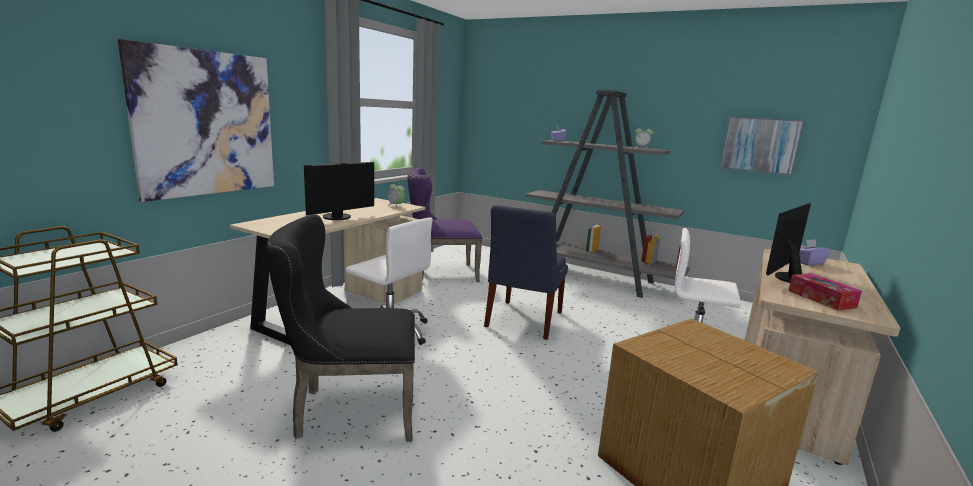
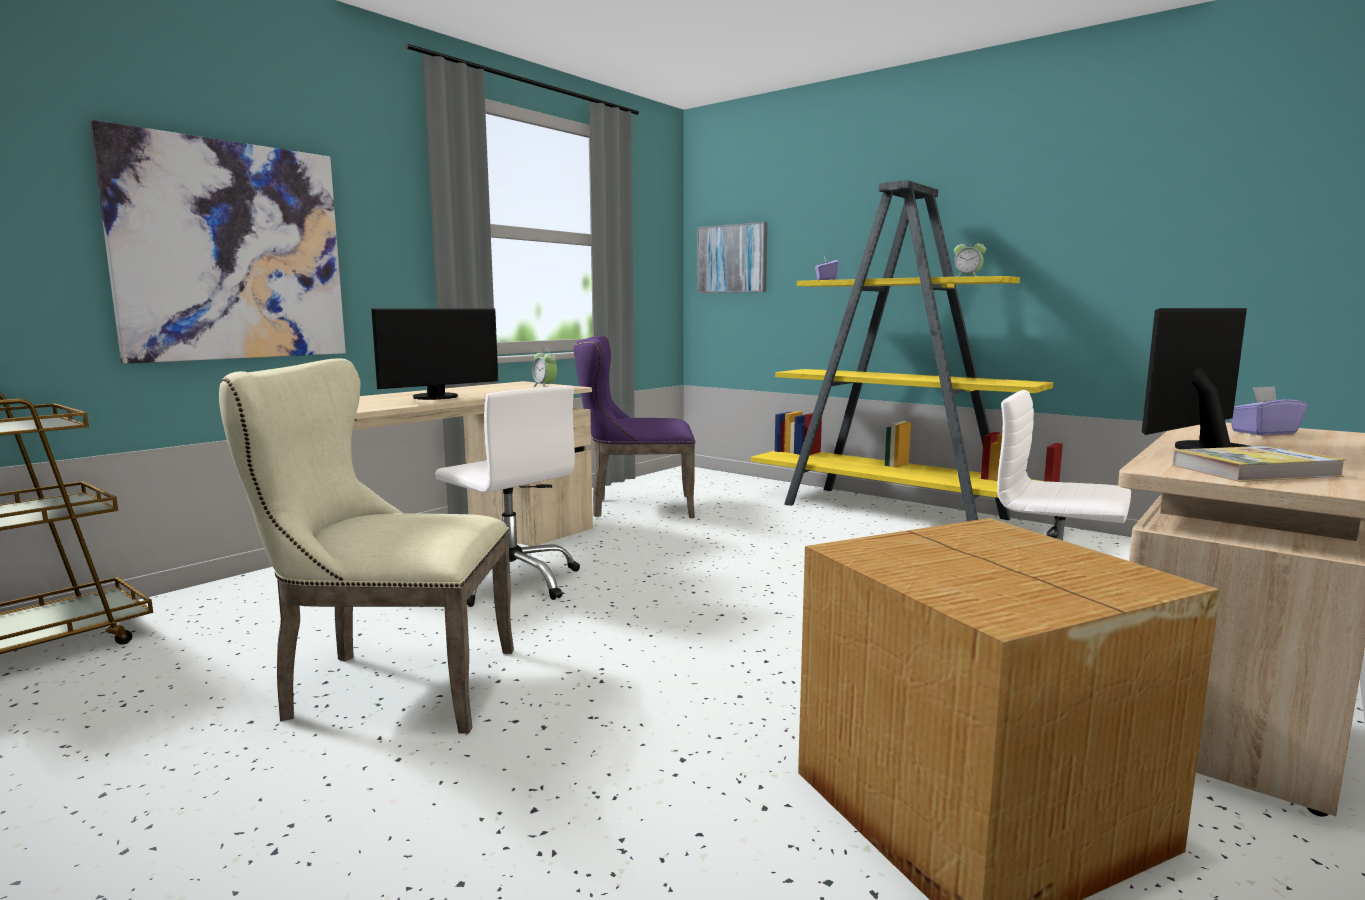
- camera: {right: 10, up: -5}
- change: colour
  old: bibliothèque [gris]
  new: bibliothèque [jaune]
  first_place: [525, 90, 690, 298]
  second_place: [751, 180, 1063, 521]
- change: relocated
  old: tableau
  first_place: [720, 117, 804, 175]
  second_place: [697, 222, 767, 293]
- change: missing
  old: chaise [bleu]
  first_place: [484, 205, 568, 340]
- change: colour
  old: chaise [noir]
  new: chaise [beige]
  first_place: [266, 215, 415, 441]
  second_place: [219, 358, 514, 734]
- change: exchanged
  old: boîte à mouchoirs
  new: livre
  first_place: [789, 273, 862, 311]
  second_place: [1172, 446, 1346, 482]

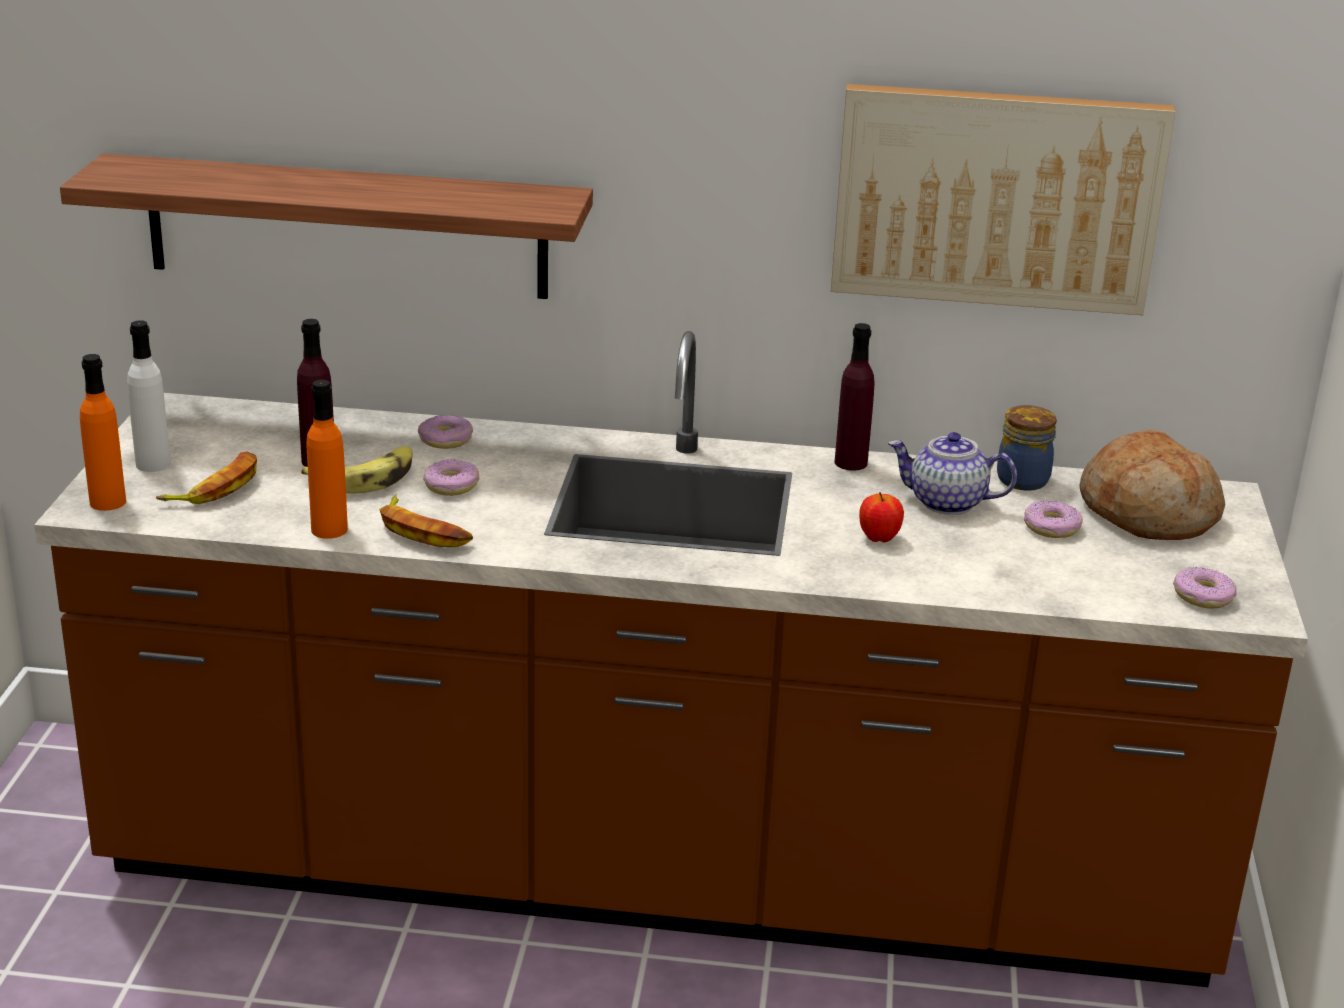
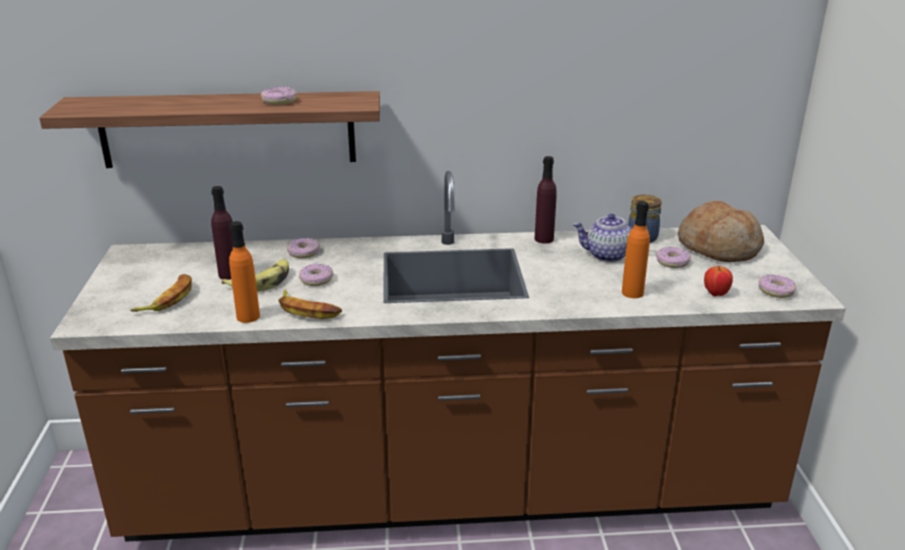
- camera: {right: -10, up: 0}
- change: missing
  old: tableau
  first_place: [831, 84, 1175, 315]
- change: missing
  old: bouteille [blanc]
  first_place: [127, 320, 171, 472]
- change: relocated
  old: bouteille [orange]
  first_place: [80, 354, 126, 511]
  second_place: [622, 201, 650, 298]
- change: relocated
  old: pomme
  first_place: [859, 492, 904, 543]
  second_place: [704, 265, 733, 296]
- change: appeared
  new: beignet
  second_place: [261, 87, 297, 105]

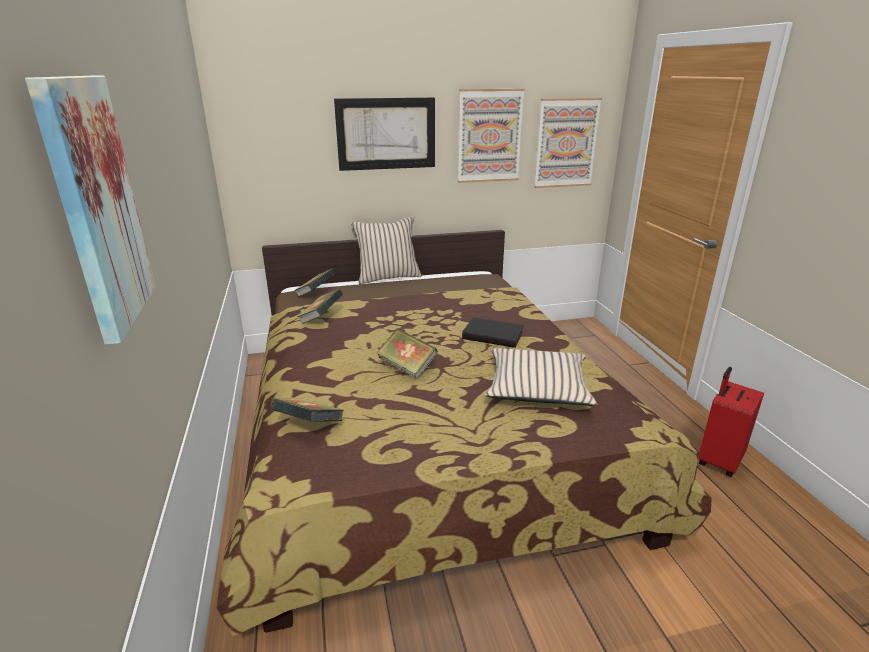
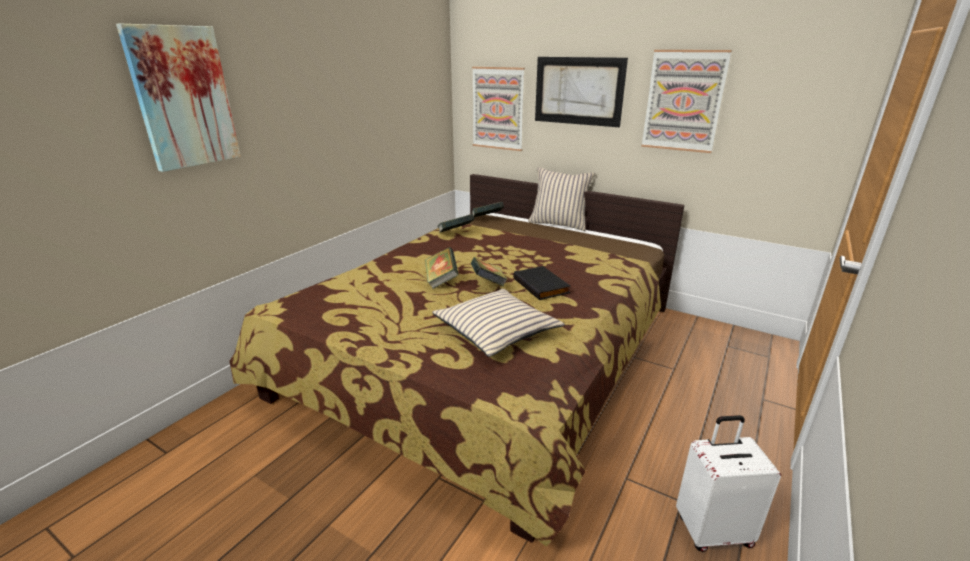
- camera: {right: 45, up: 0}
- change: relocated
  old: tableau
  first_place: [534, 98, 602, 188]
  second_place: [472, 67, 525, 151]
- change: colour
  old: valise [rouge]
  new: valise [blanc]
  first_place: [699, 367, 764, 477]
  second_place: [676, 415, 781, 552]
- change: relocated
  old: livre
  first_place: [271, 398, 344, 422]
  second_place: [470, 257, 508, 287]

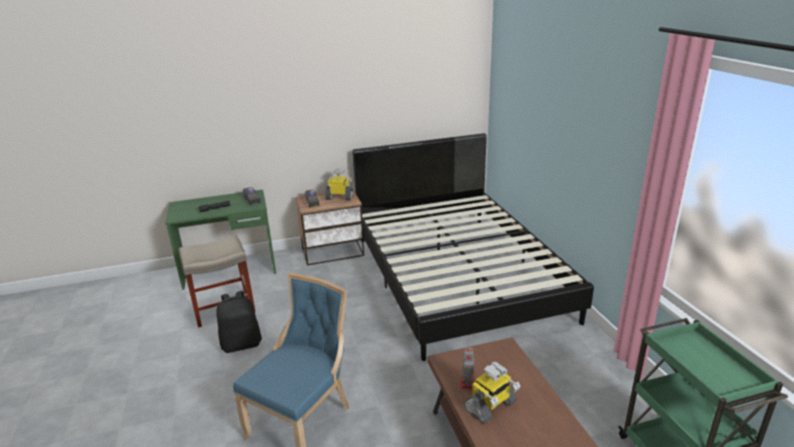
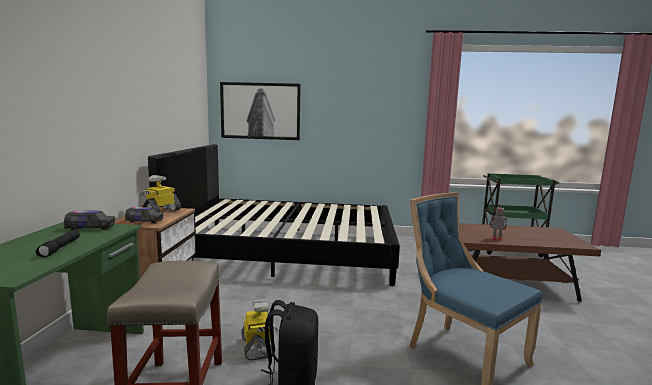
- camera: {right: -70, up: -15}
- change: relocated
  old: robot jouet
  first_place: [464, 362, 520, 424]
  second_place: [241, 300, 279, 360]
- change: appeared
  new: tableau
  second_place: [220, 82, 301, 140]

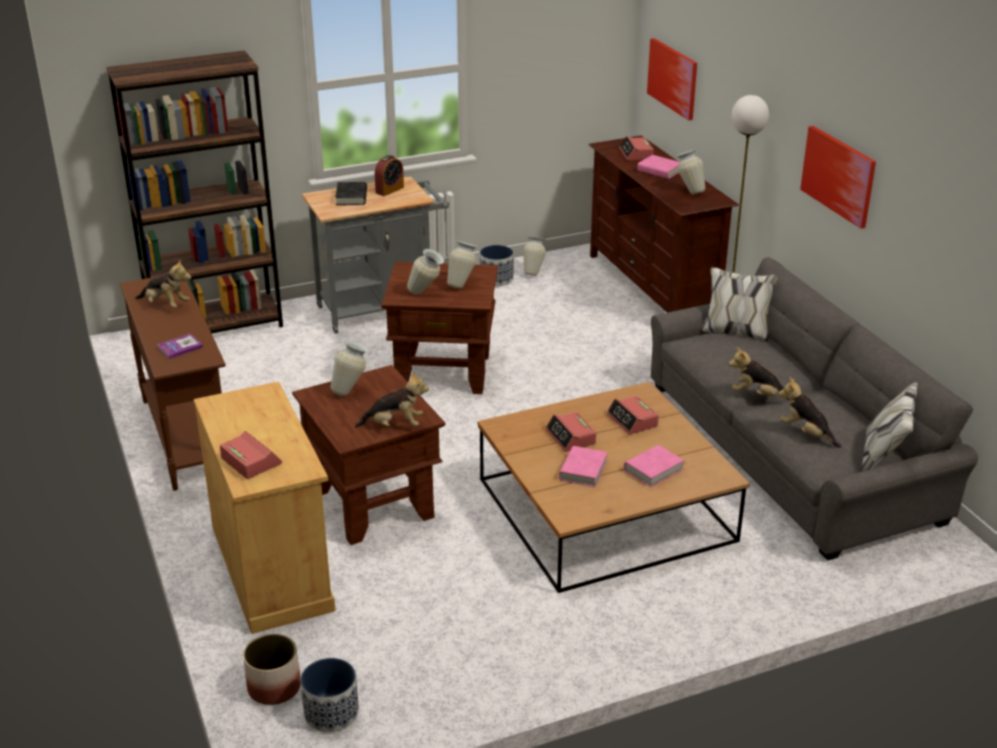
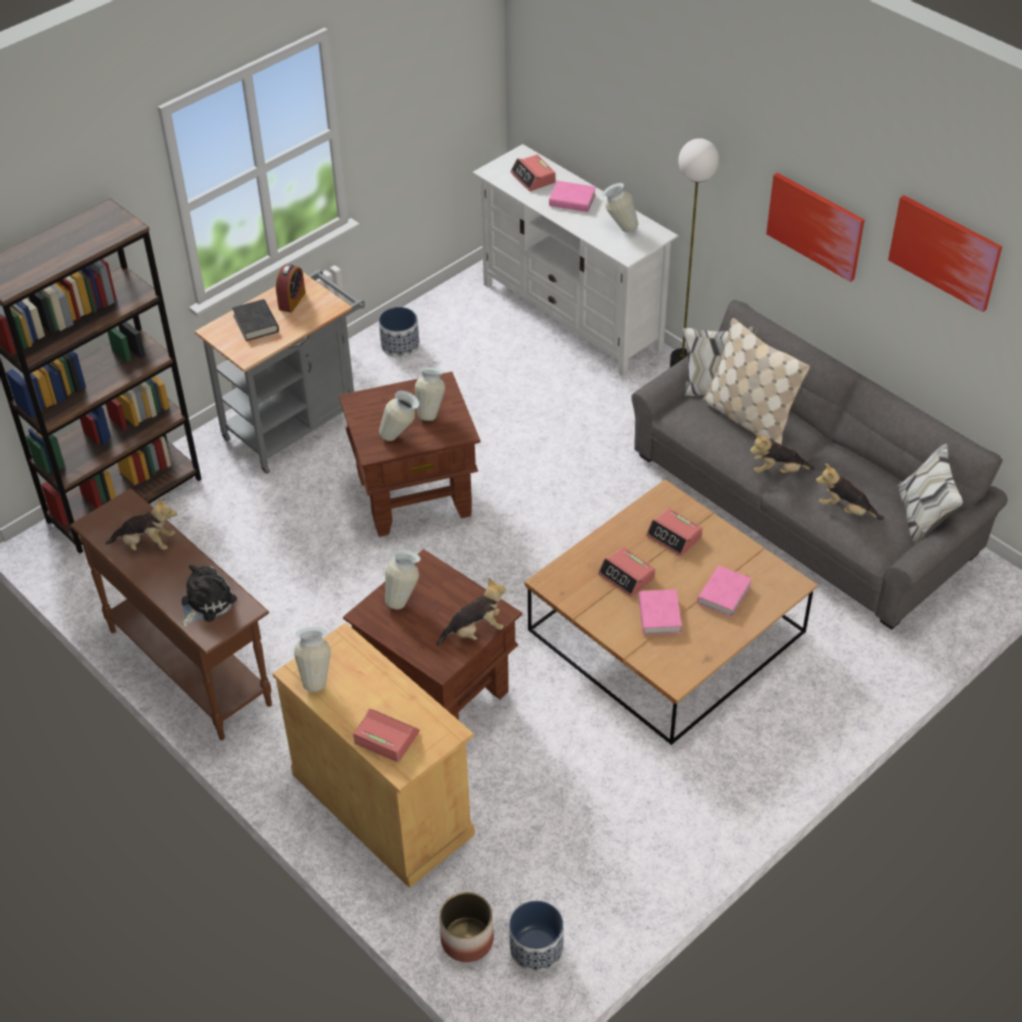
- camera: {right: -20, up: 15}
- change: relocated
  old: tableau
  first_place: [647, 38, 697, 120]
  second_place: [888, 195, 1002, 312]
- change: colour
  old: meuble télé [marron]
  new: meuble télé [blanc]
  first_place: [588, 135, 739, 313]
  second_place: [472, 144, 679, 376]
- change: relocated
  old: vase
  first_place: [523, 237, 546, 276]
  second_place: [294, 627, 331, 692]
- change: exchanged
  old: livre
  new: peluche
  first_place: [158, 334, 203, 359]
  second_place: [181, 564, 237, 628]
- change: appeared
  new: coussin [beige]
  second_place: [703, 318, 810, 444]

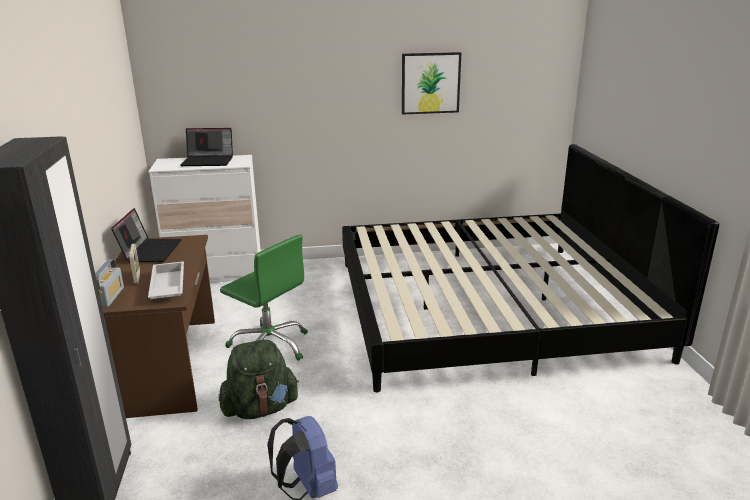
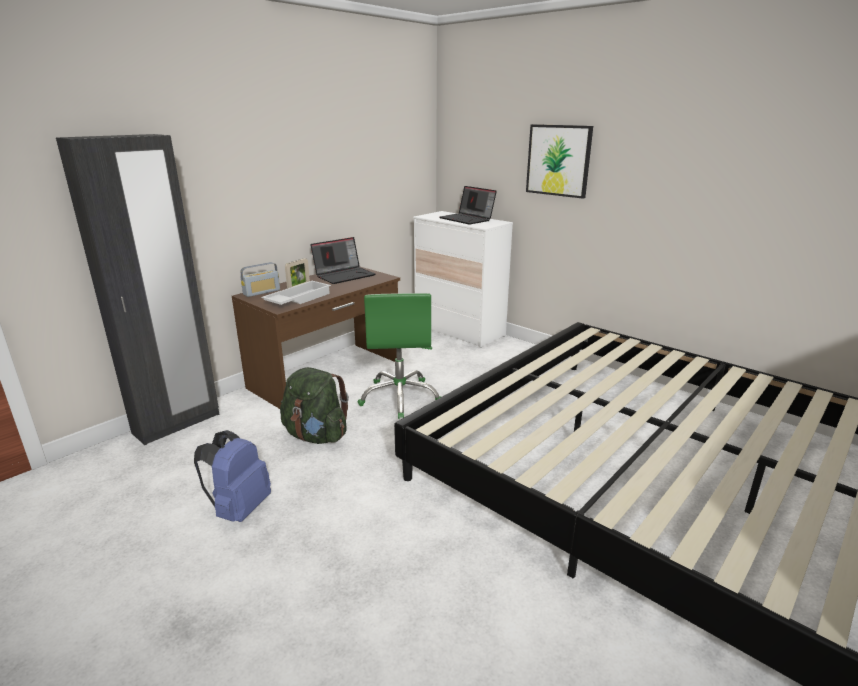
- camera: {right: 50, up: 0}
- change: relocated
  old: tableau
  first_place: [402, 52, 461, 115]
  second_place: [526, 124, 593, 199]

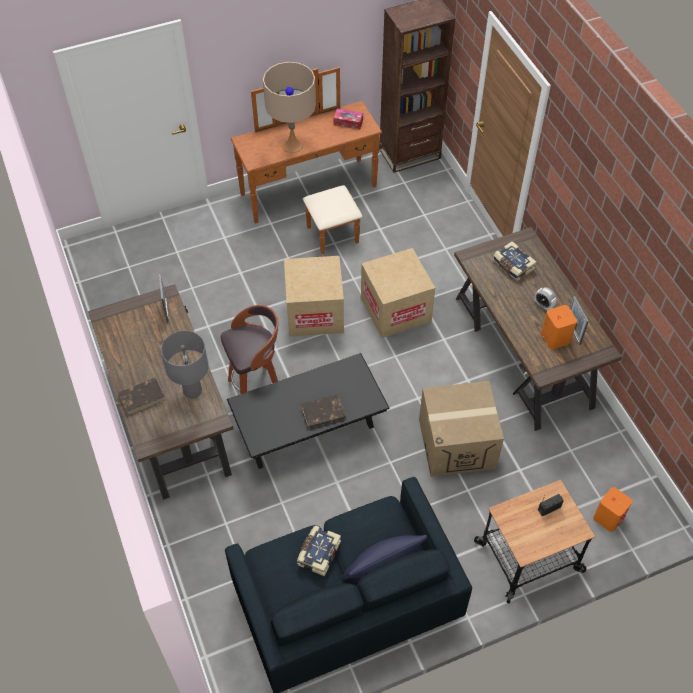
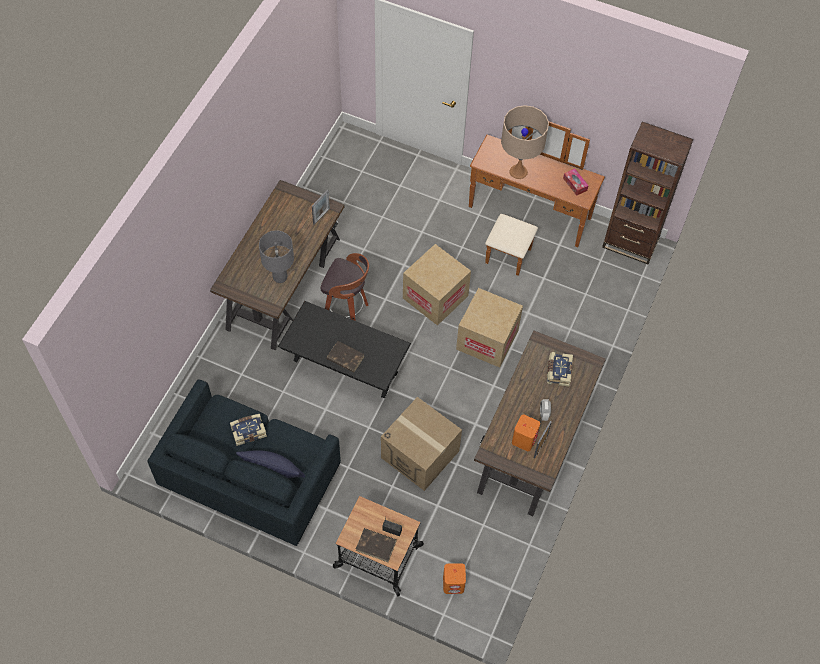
- camera: {right: 45, up: 5}
- change: relocated
  old: livre [marron]
  first_place: [118, 377, 166, 415]
  second_place: [356, 528, 397, 562]

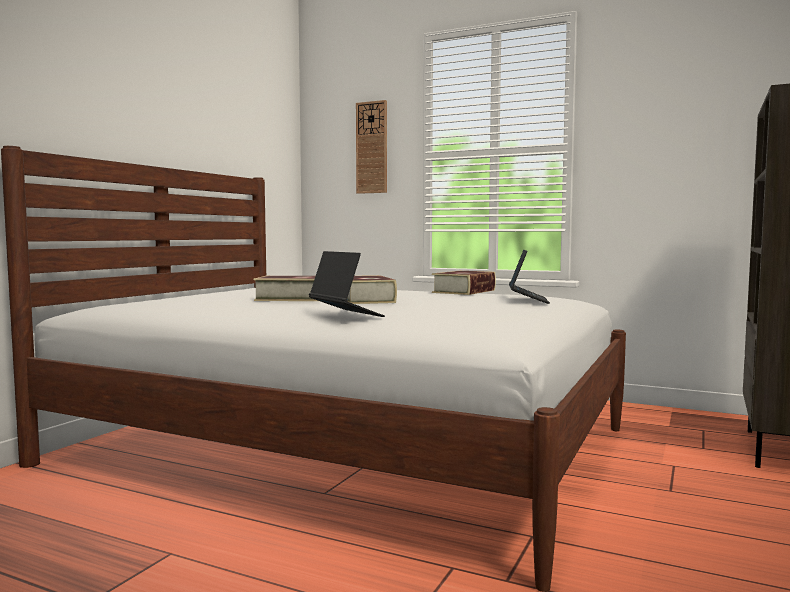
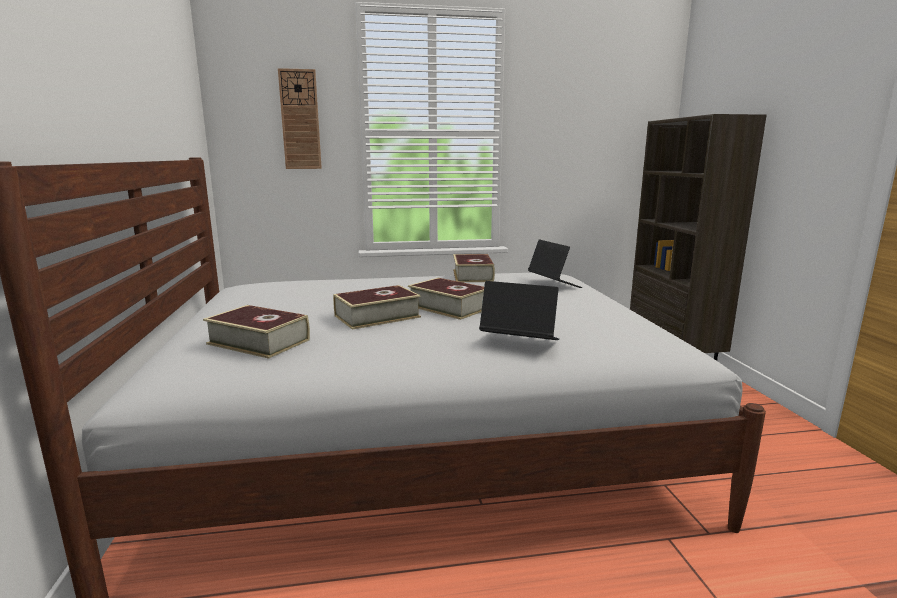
- camera: {right: -35, up: 10}
- change: appeared
  new: livre
  second_place: [203, 305, 310, 359]

